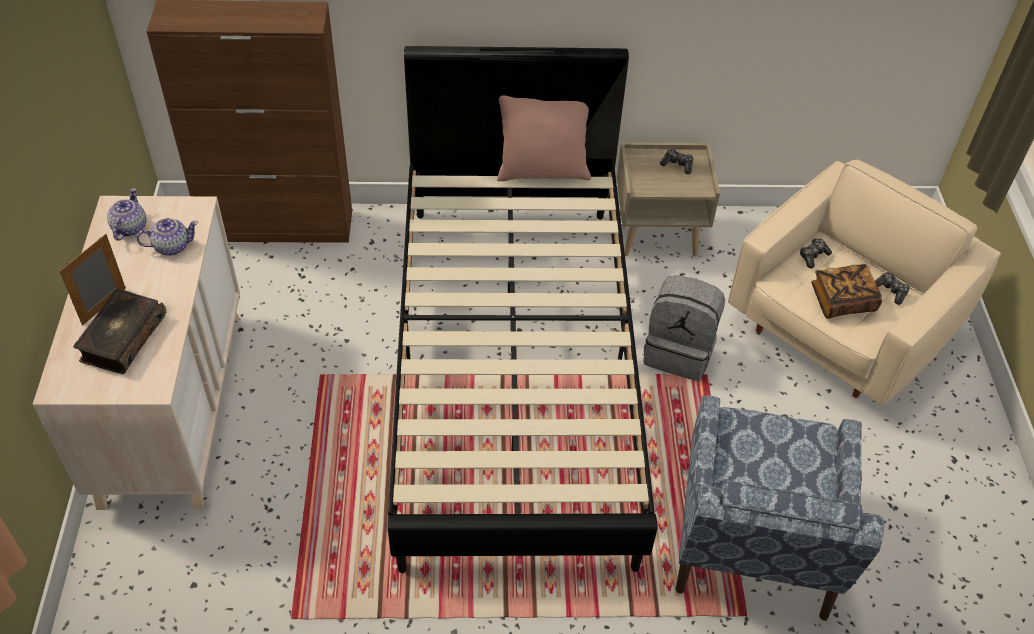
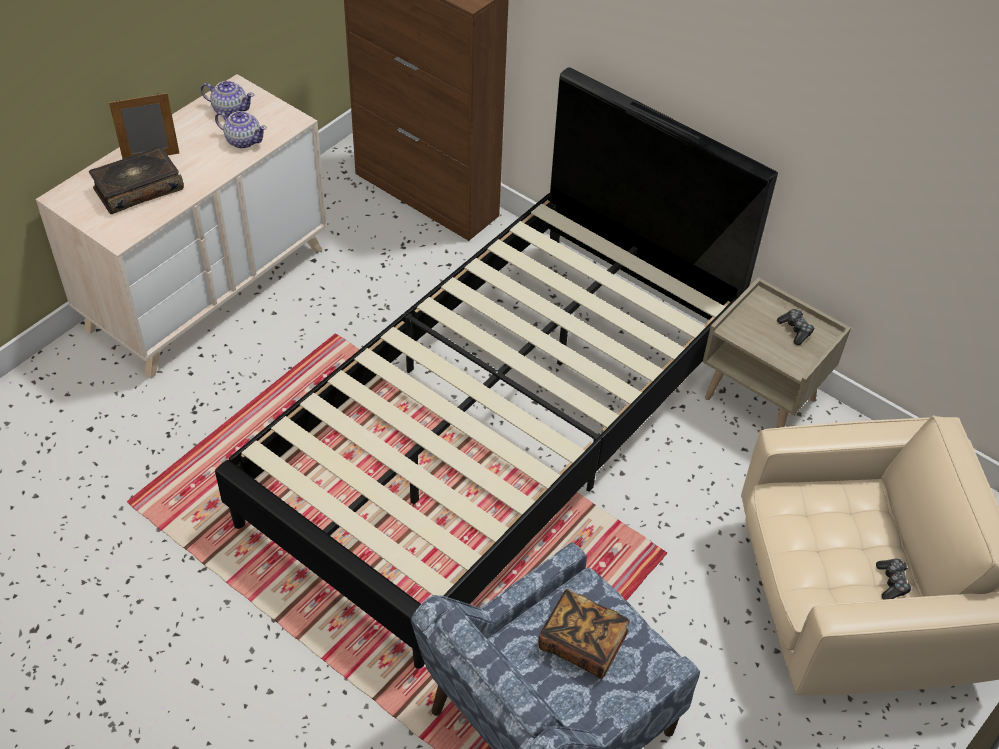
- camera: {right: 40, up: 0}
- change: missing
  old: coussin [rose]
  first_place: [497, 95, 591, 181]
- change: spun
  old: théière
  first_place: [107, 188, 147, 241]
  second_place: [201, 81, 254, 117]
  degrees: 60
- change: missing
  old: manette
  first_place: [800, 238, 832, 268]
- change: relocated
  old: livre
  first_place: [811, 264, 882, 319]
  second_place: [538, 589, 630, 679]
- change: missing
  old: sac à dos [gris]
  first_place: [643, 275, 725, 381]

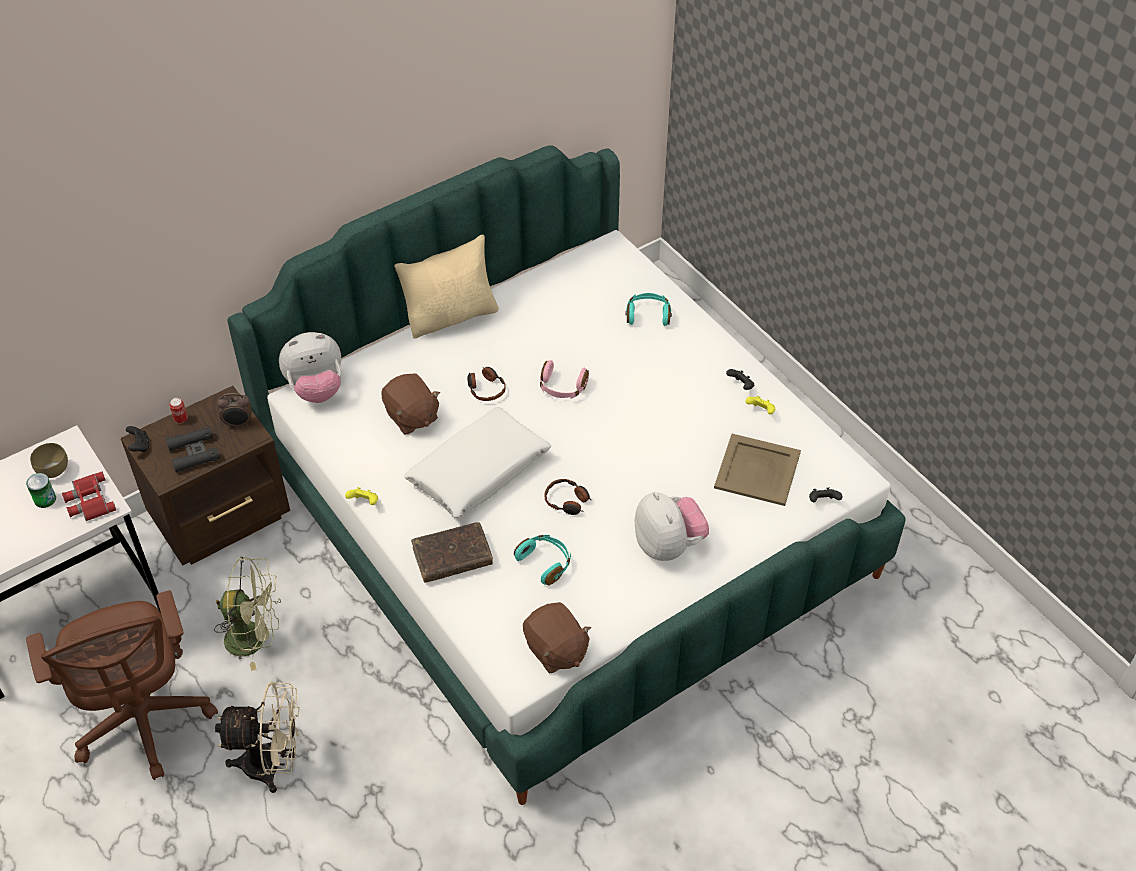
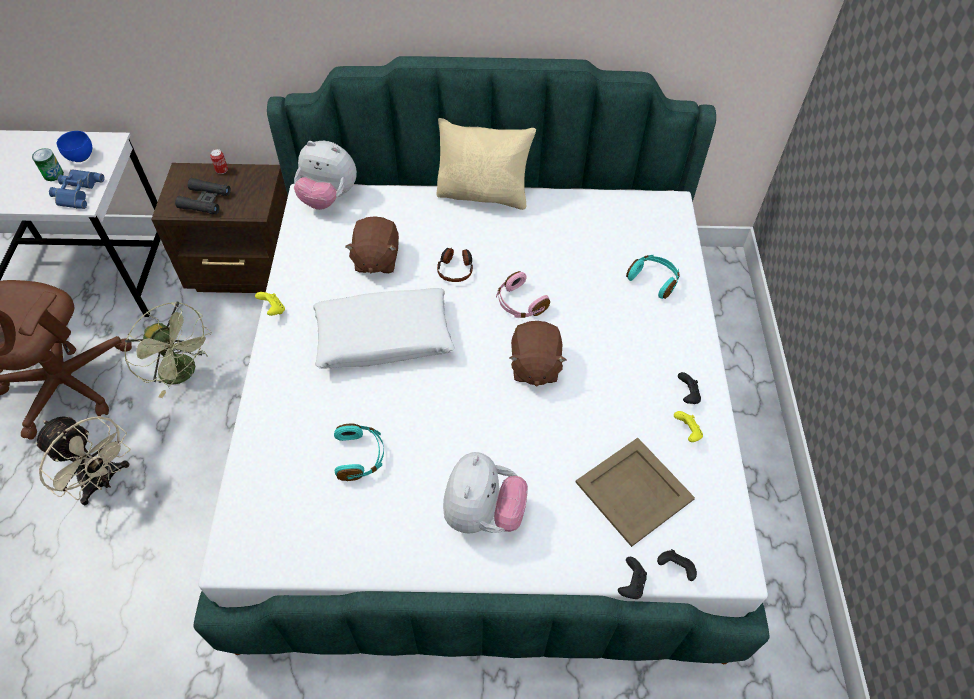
- camera: {right: 35, up: 5}
- change: missing
  old: réveil
  first_place: [217, 393, 252, 427]
- change: relocated
  old: manette [noir]
  first_place: [126, 426, 149, 452]
  second_place: [618, 557, 647, 599]
- change: colour
  old: bol [marron]
  new: bol [bleu]
  first_place: [30, 443, 68, 478]
  second_place: [57, 131, 92, 162]
- change: colour
  old: jumelles [rouge]
  new: jumelles [bleu]
  first_place: [62, 472, 116, 521]
  second_place: [49, 170, 104, 209]
- change: missing
  old: casque audio
  first_place: [545, 479, 592, 515]
- change: missing
  old: livre [marron]
  first_place: [411, 522, 493, 583]
- change: relocated
  old: peluche [marron]
  first_place: [523, 602, 591, 674]
  second_place: [509, 321, 566, 387]

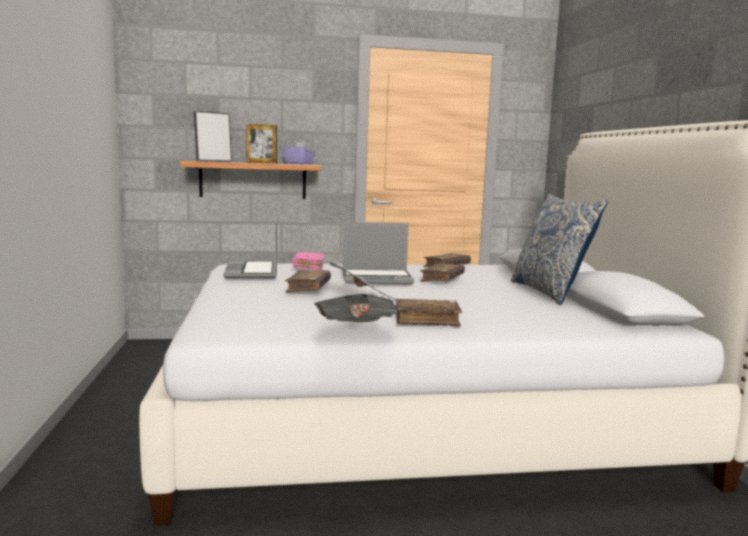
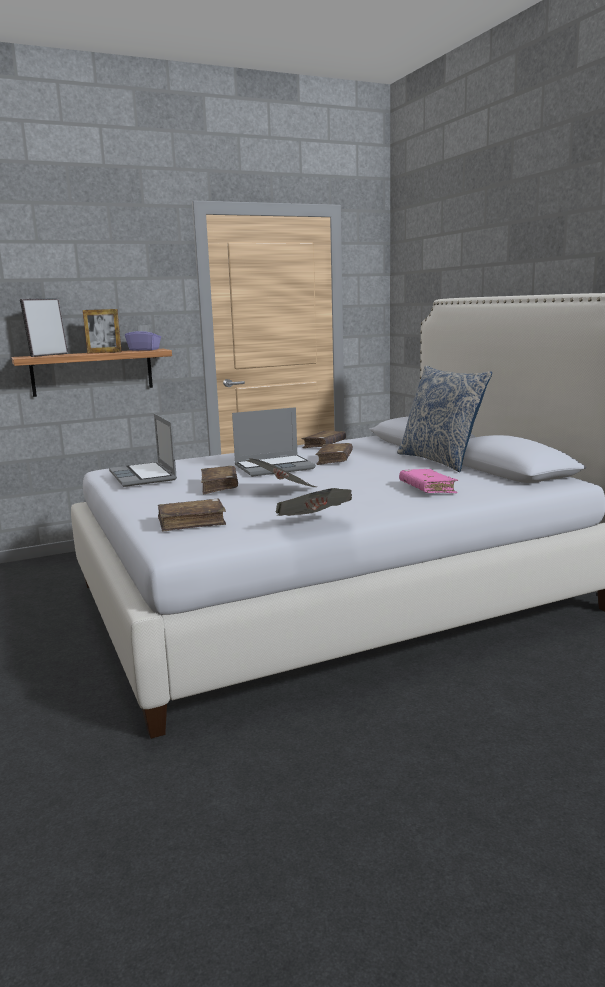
- camera: {right: -15, up: 5}
- change: relocated
  old: livre [rose]
  first_place: [292, 252, 324, 270]
  second_place: [399, 469, 458, 493]
- change: relocated
  old: livre [marron]
  first_place: [396, 299, 462, 327]
  second_place: [158, 499, 226, 532]

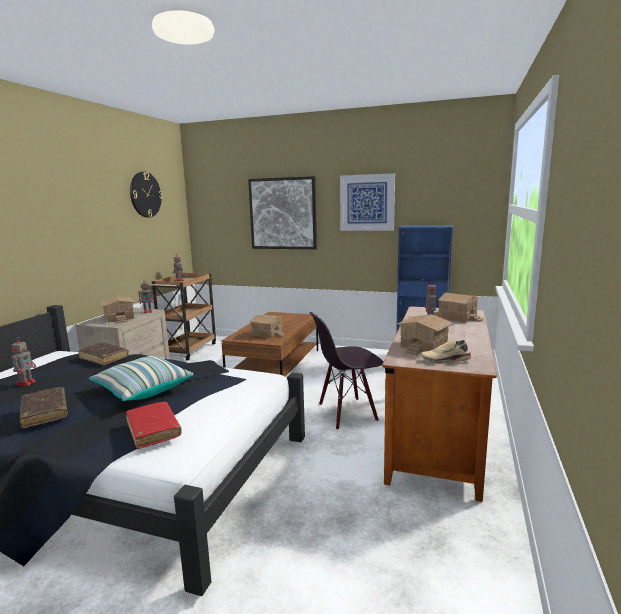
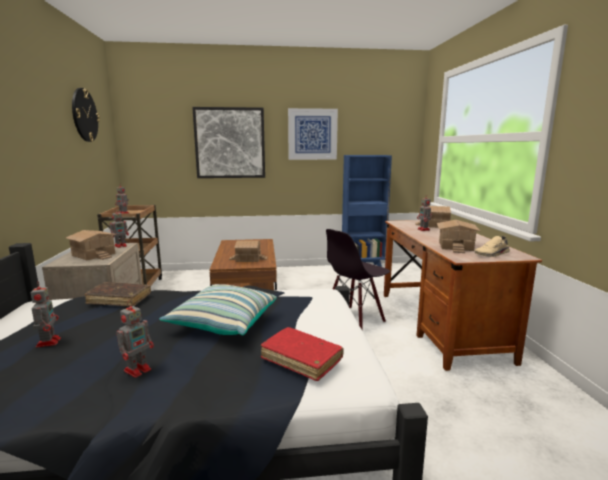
- camera: {right: -25, up: 0}
- change: exchanged
  old: livre [marron]
  new: robot jouet
  first_place: [20, 387, 68, 429]
  second_place: [117, 300, 154, 378]

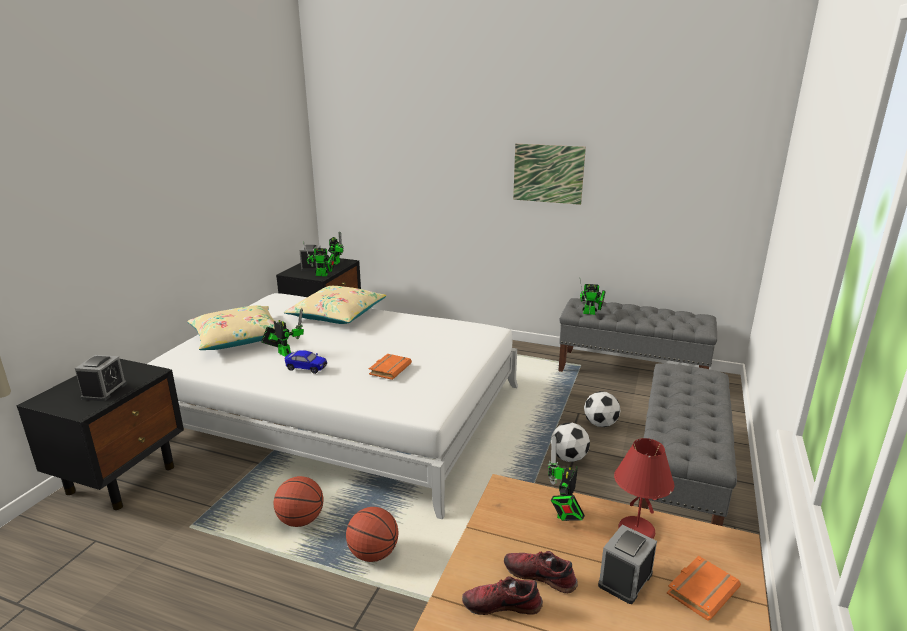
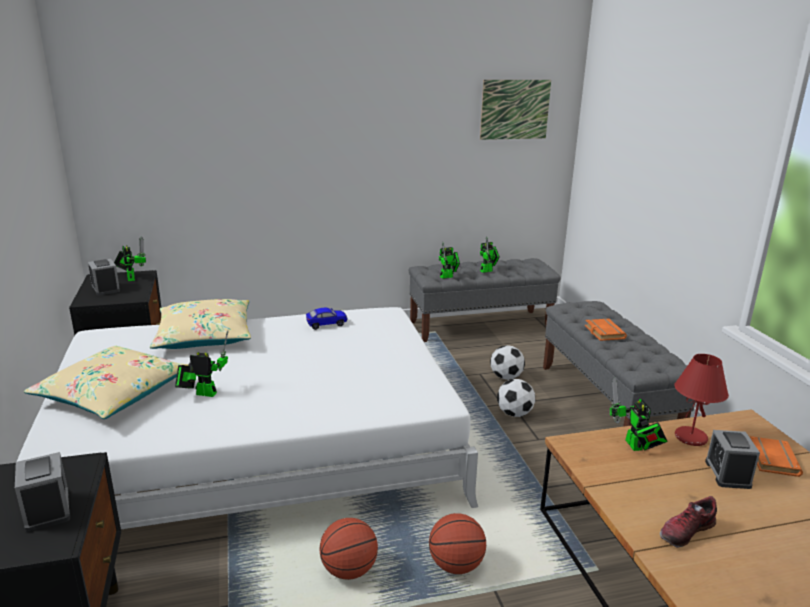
- camera: {right: -35, up: 0}
- change: relocated
  old: tableau
  first_place: [513, 144, 586, 205]
  second_place: [480, 80, 551, 140]
- change: relocated
  old: robot jouet
  first_place: [303, 241, 337, 276]
  second_place: [480, 237, 500, 273]
- change: relocated
  old: petite voiture
  first_place: [285, 350, 327, 374]
  second_place: [306, 308, 347, 330]
- change: relocated
  old: livre [orange]
  first_place: [369, 354, 412, 380]
  second_place: [585, 319, 627, 341]
- change: missing
  old: chaussure
  first_place: [504, 551, 578, 594]

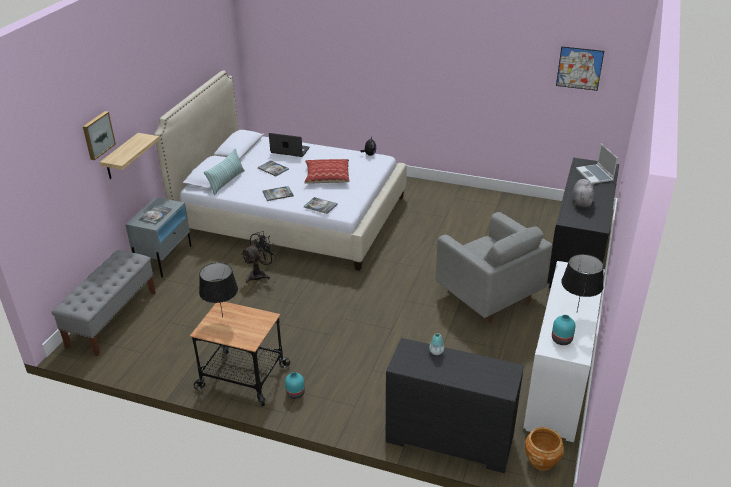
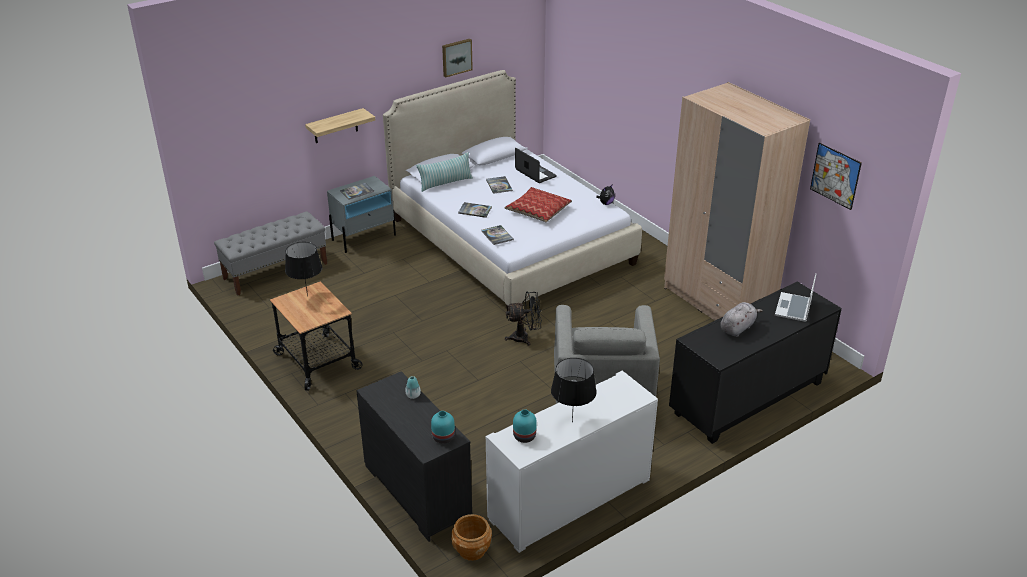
- camera: {right: 35, up: 0}
- change: relocated
  old: tableau
  first_place: [83, 111, 116, 160]
  second_place: [442, 39, 473, 77]
- change: relocated
  old: ventilateur [noir]
  first_place: [241, 231, 278, 283]
  second_place: [505, 292, 542, 346]
- change: relocated
  old: vase [turquoise]
  first_place: [285, 372, 305, 399]
  second_place: [431, 411, 455, 444]
- change: appeared
  new: armoire [beige]
  second_place: [664, 82, 810, 320]

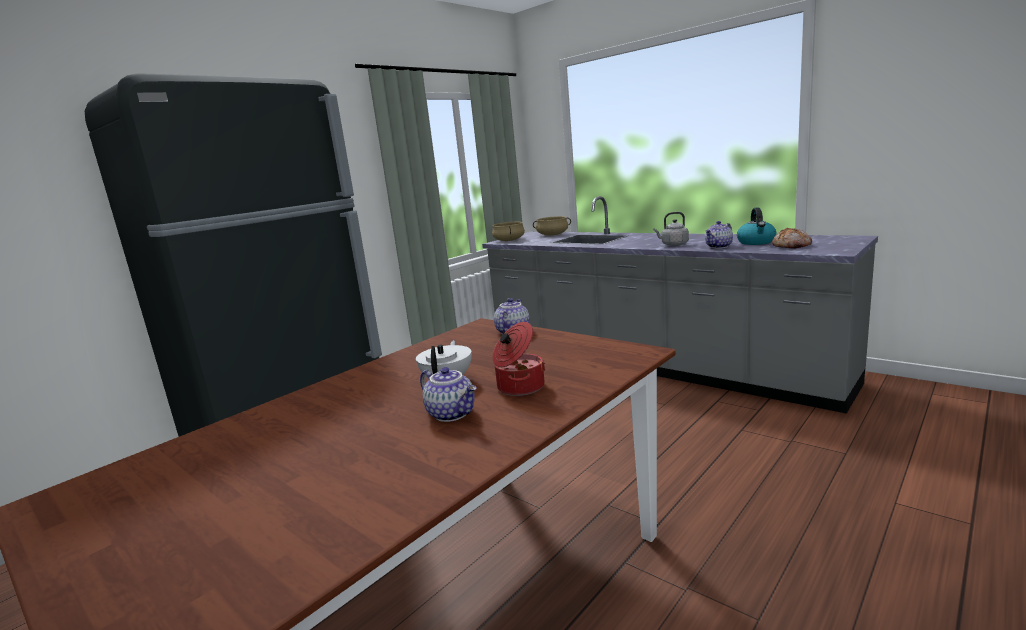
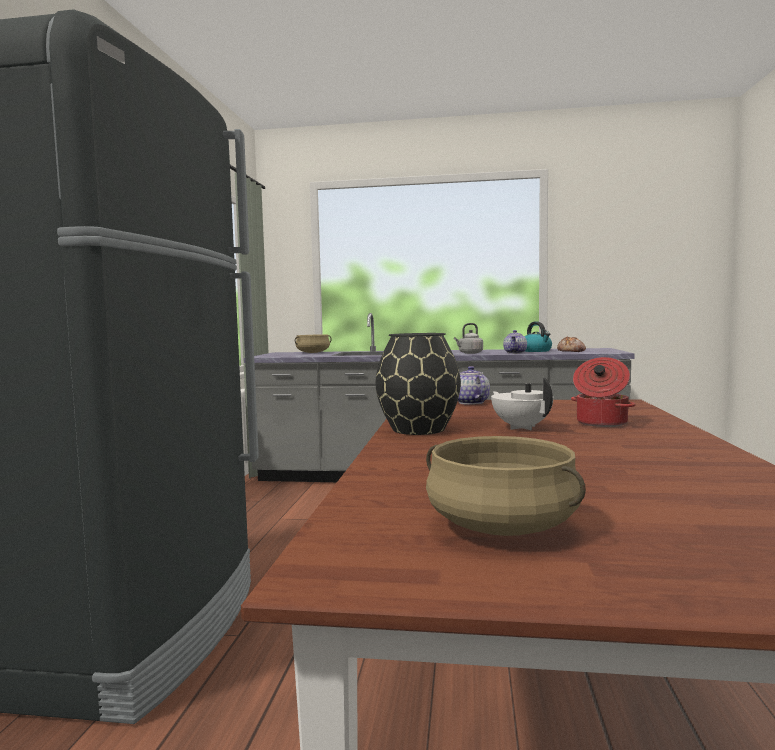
- camera: {right: -35, up: -10}
- change: relocated
  old: marmite [beige]
  first_place: [492, 222, 525, 241]
  second_place: [426, 436, 586, 536]
- change: missing
  old: théière
  first_place: [420, 367, 477, 422]
- change: appeared
  new: vase [noir]
  second_place: [375, 333, 461, 435]

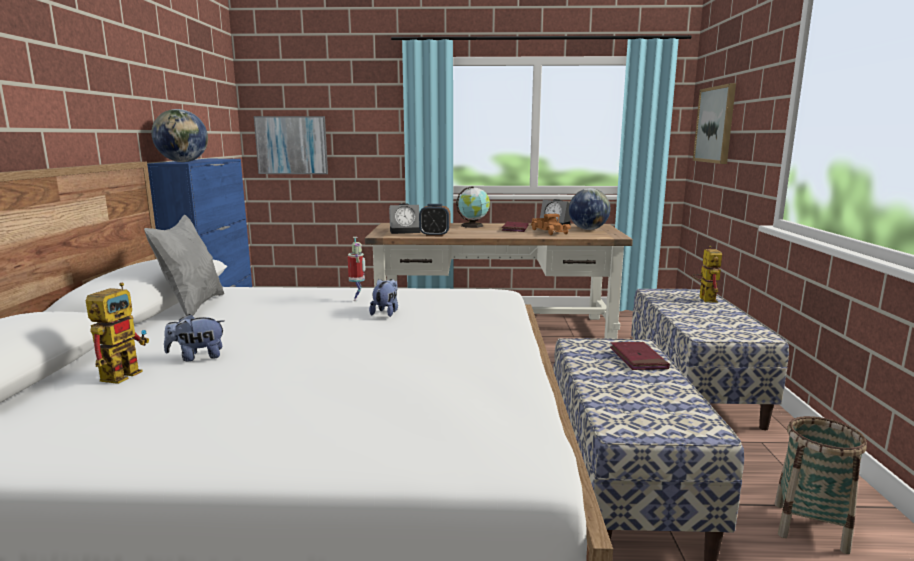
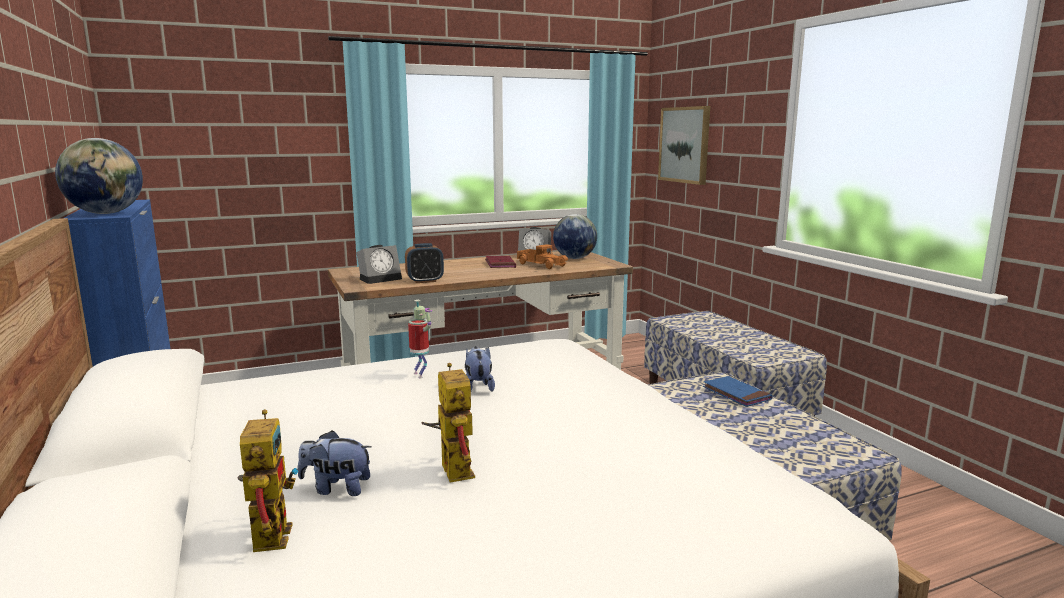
- camera: {right: -25, up: 0}
- change: missing
  old: tableau
  first_place: [254, 116, 328, 174]
- change: missing
  old: globe
  first_place: [456, 186, 490, 228]
- change: missing
  old: coussin [gris]
  first_place: [144, 215, 224, 316]
- change: relocated
  old: robot jouet
  first_place: [691, 246, 722, 303]
  second_place: [422, 363, 475, 483]
- change: spun
  old: peluche
  first_place: [164, 314, 225, 362]
  second_place: [298, 430, 372, 496]
  degrees: 45
- change: colour
  old: livre [rouge]
  new: livre [bleu]
  first_place: [610, 342, 670, 370]
  second_place: [703, 376, 772, 407]
- change: missing
  old: panier
  first_place: [775, 416, 867, 554]

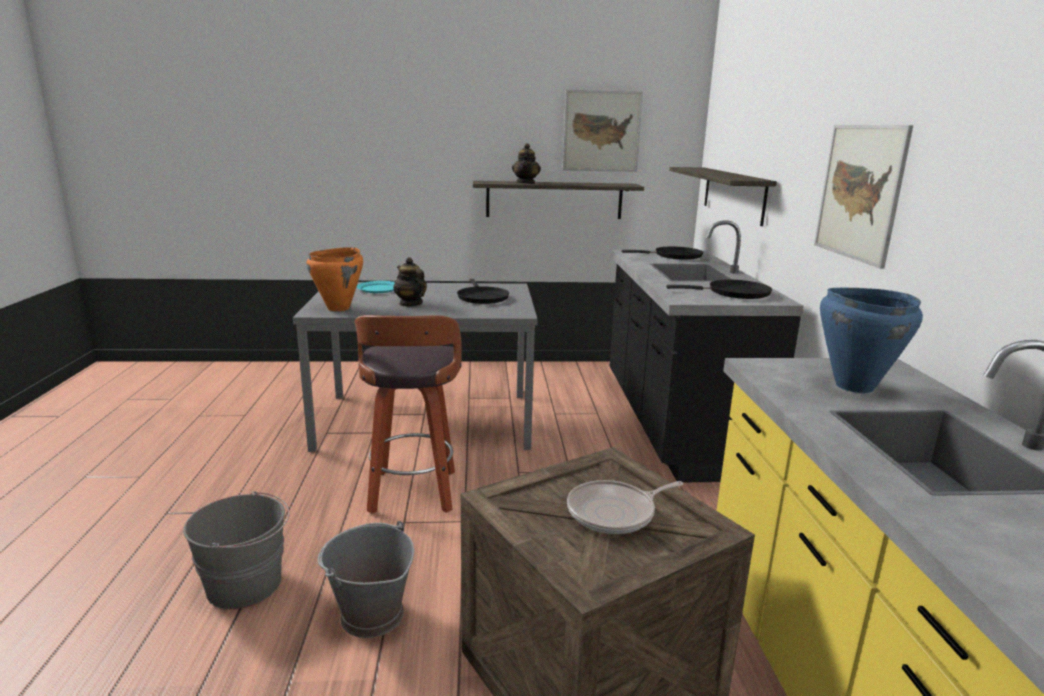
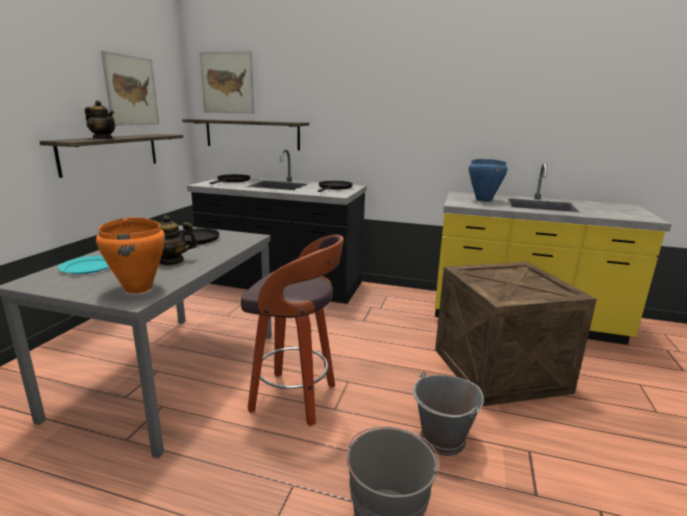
- camera: {right: -70, up: 0}
- change: relocated
  old: tableau
  first_place: [814, 125, 913, 269]
  second_place: [199, 51, 255, 114]
- change: missing
  old: poêle
  first_place: [567, 480, 684, 534]

